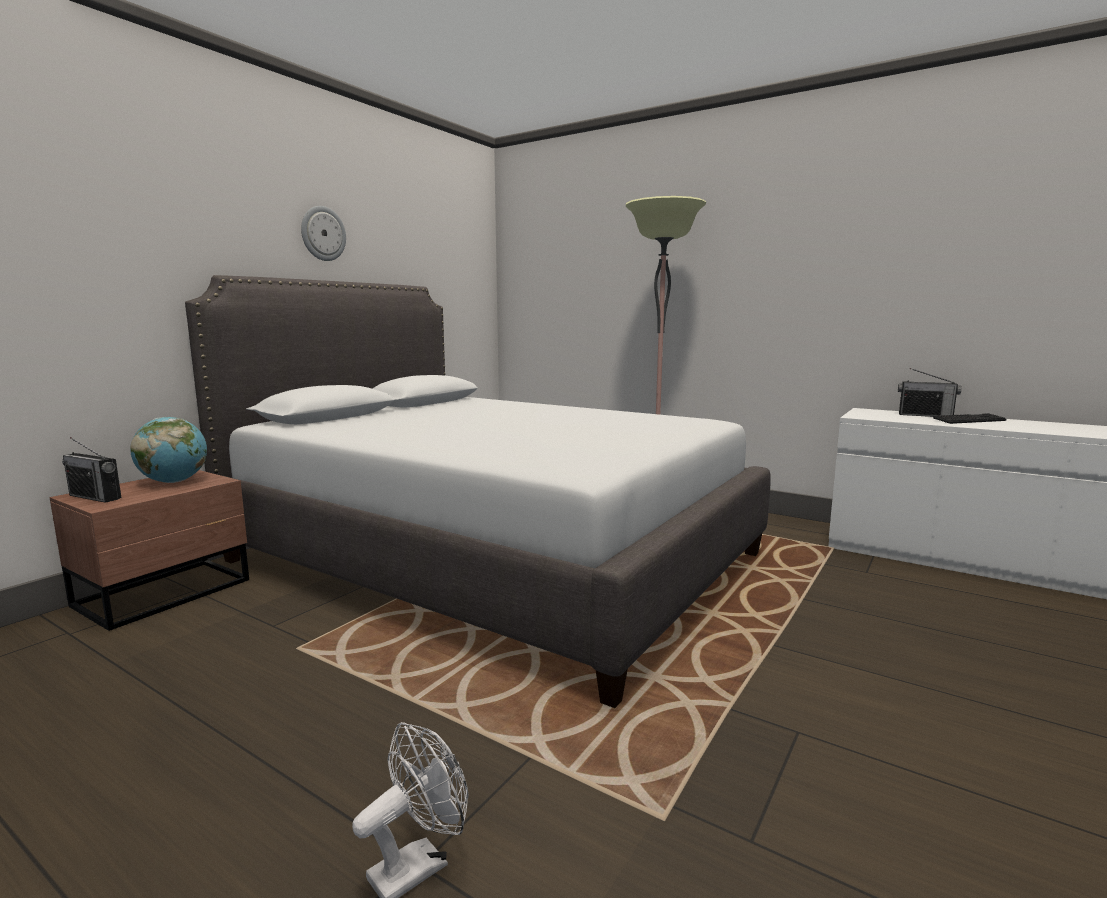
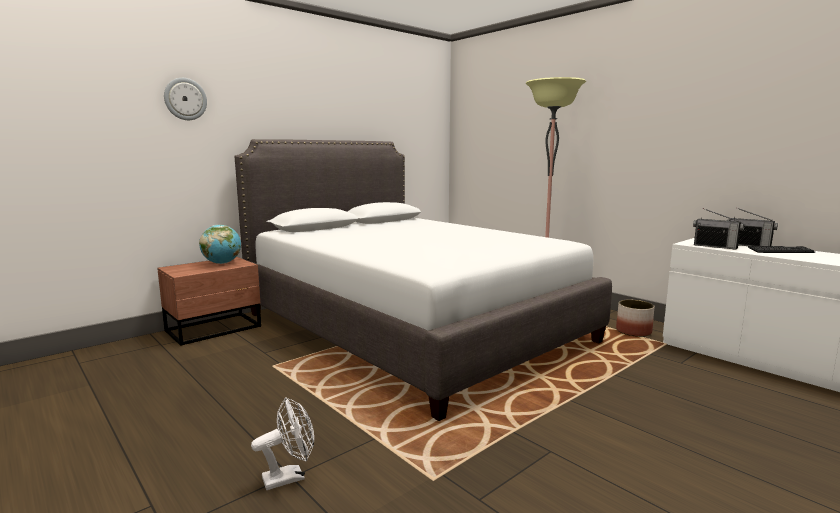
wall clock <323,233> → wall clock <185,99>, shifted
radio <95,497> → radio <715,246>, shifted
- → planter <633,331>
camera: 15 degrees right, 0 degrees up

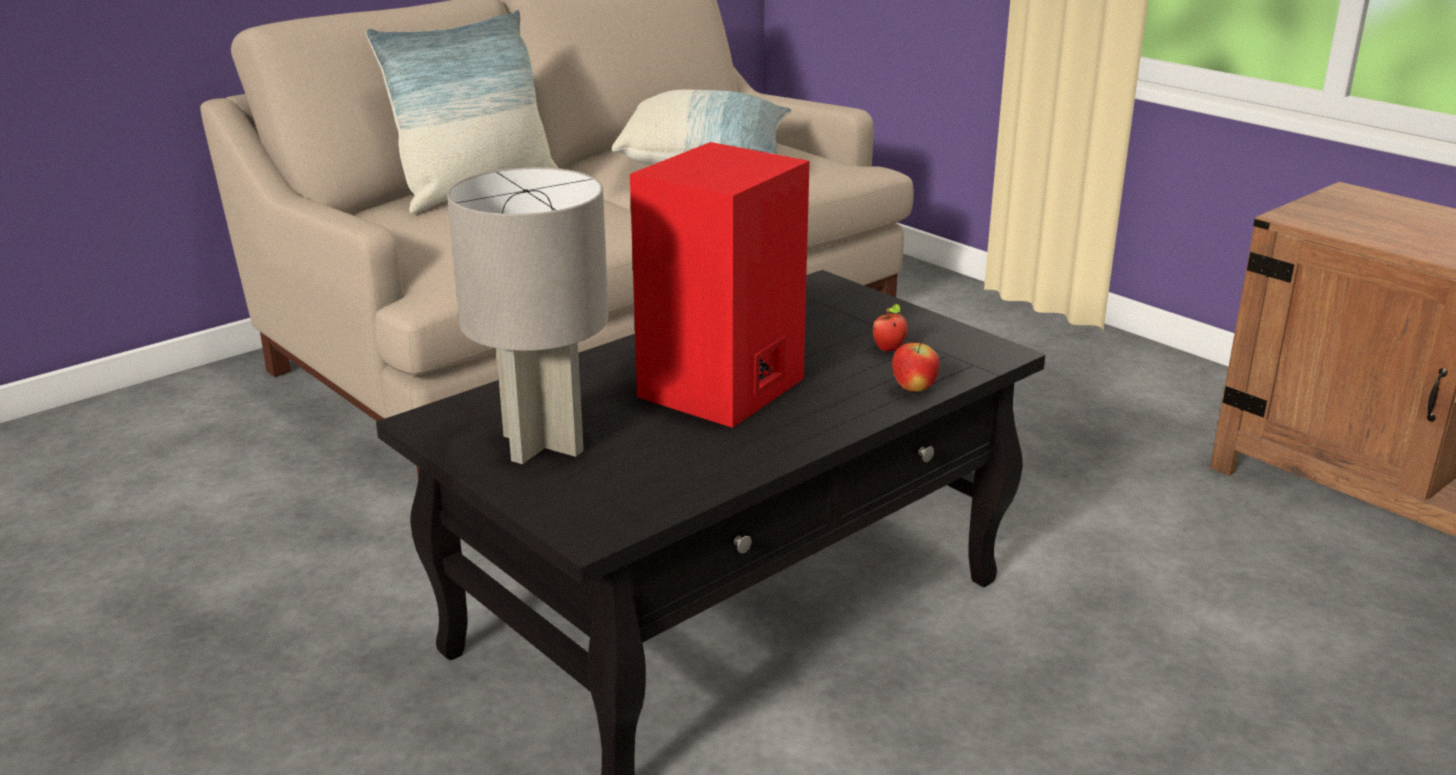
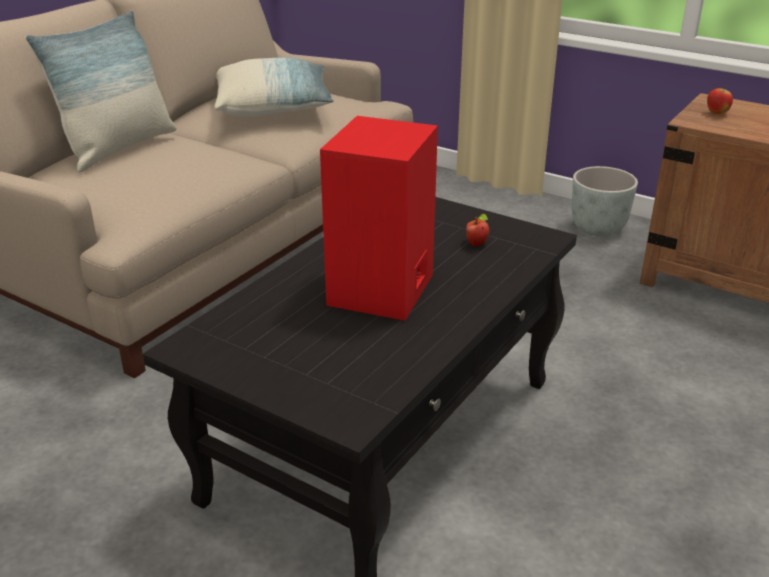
table lamp (grey) <543,444> → -
apple <914,389> → apple <717,113>, shifted
- → planter (grey) <598,229>
camera: 15 degrees left, 5 degrees up

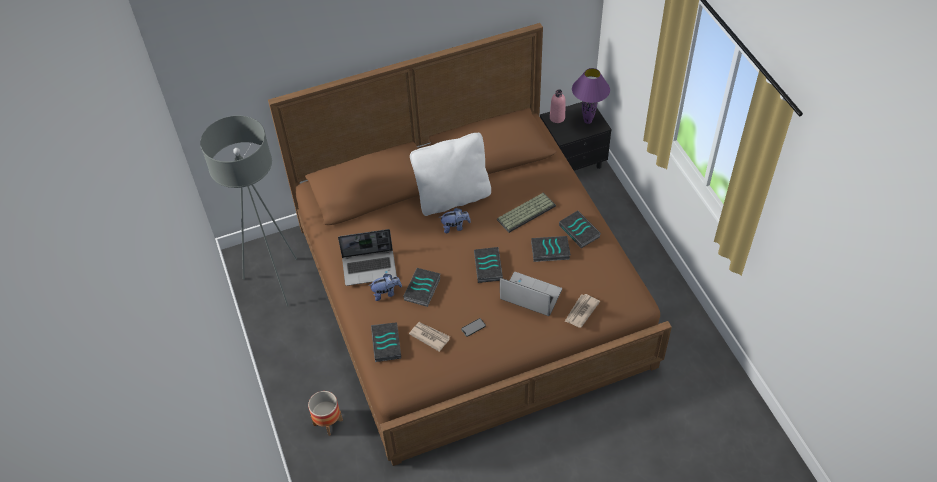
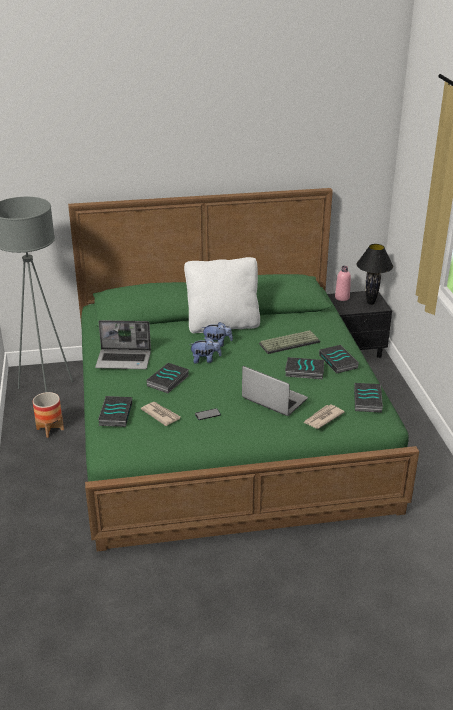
bed (brown) <470,293> → bed (green) <226,428>
table lamp (purple) <588,121> → table lamp (black) <371,303>
book <489,267> → book <368,401>, shifted
plush toy <386,293> → plush toy <205,360>, shifted
planter <328,422> → planter <50,429>, shifted
camera: 10 degrees right, 20 degrees down

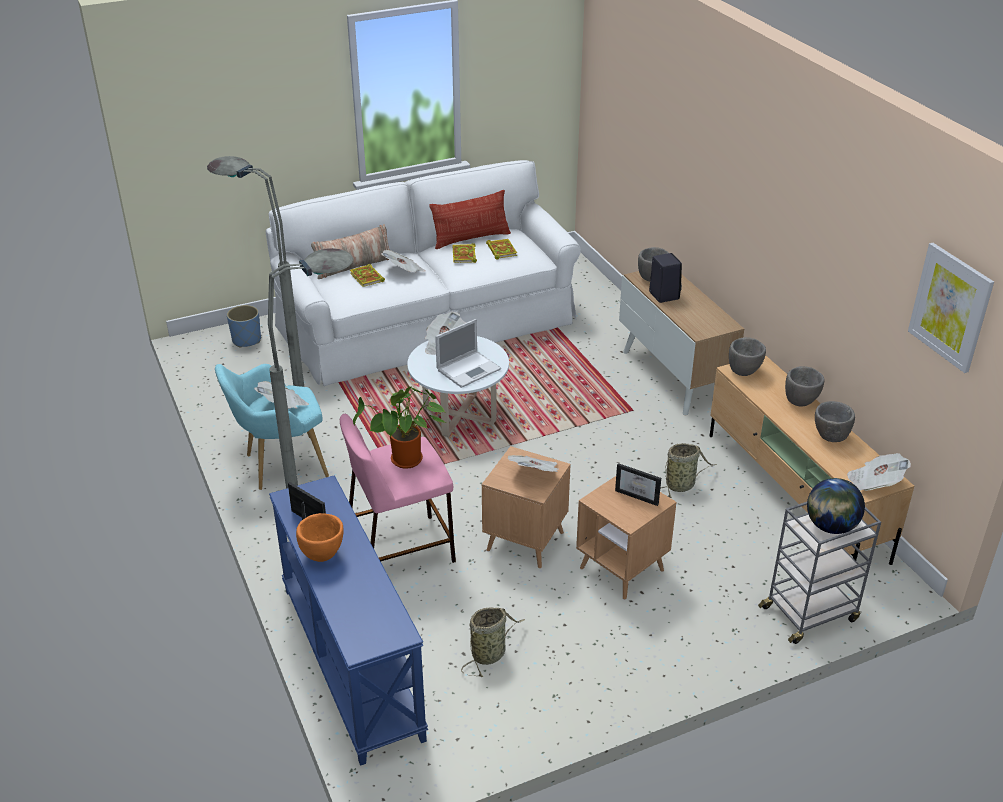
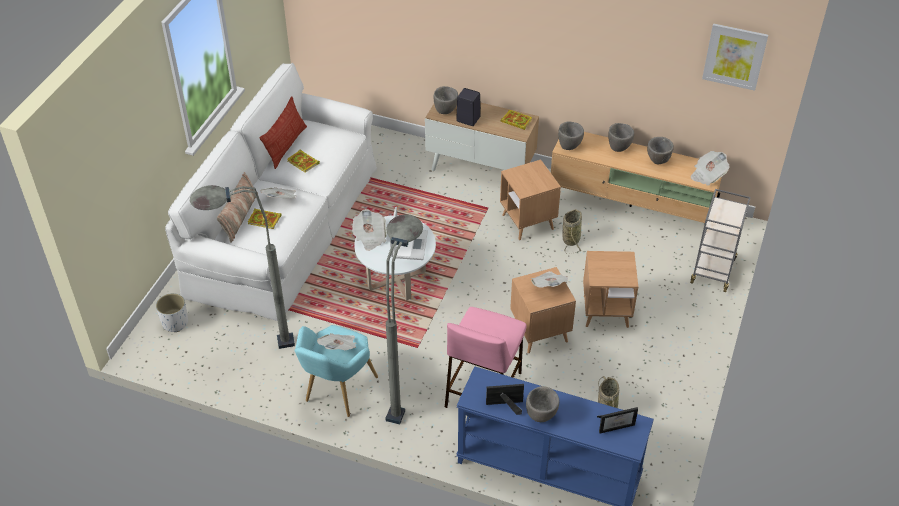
book <501,250> → book <515,121>, shifted
planter (blue) <247,340> → planter (white) <175,322>
potted plant <405,462> → -
picture frame <639,495> → picture frame <616,425>, shifted
globe <830,526> → -
bowl (orange) <322,555> → bowl (grey) <541,415>
- → side table (brown) <527,222>
camera: 45 degrees left, 10 degrees up

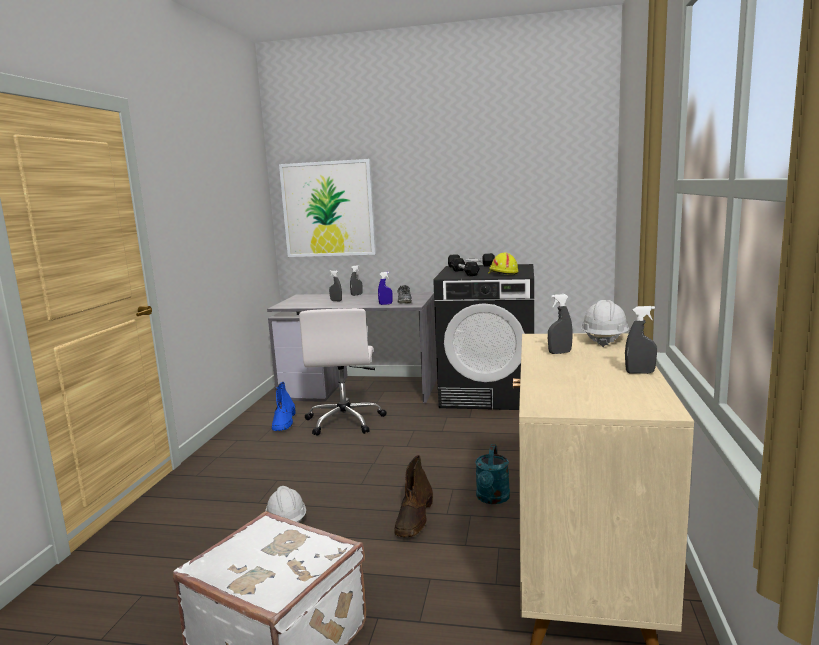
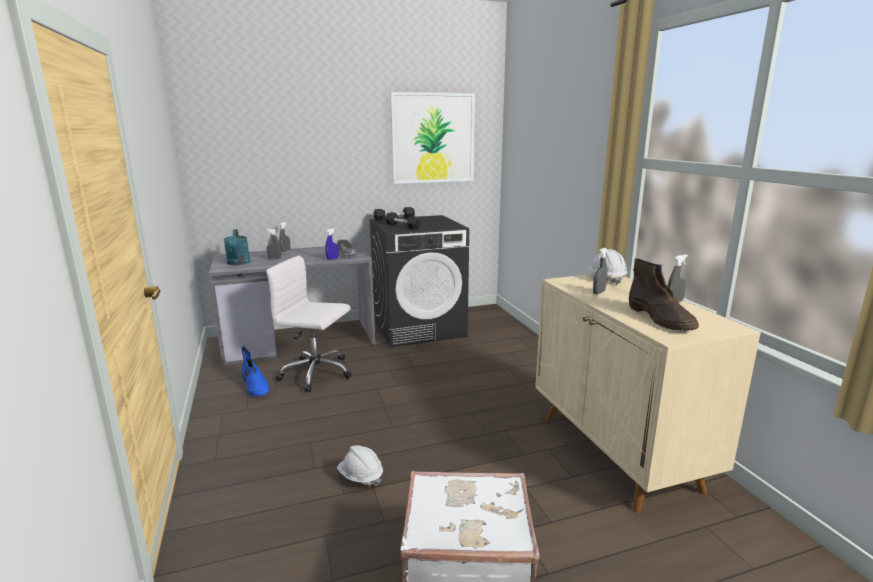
picture <328,209> → picture <433,138>, shifted
hard hat (yellow) <502,273> → -
office chair (white) <345,421> → office chair (white) <317,373>, 135 degrees clockwise
watering can (turquoise) <492,499> → watering can (turquoise) <238,263>, shifted
boot (brown) <414,518> → boot (brown) <660,319>, shifted
camera: 30 degrees left, 5 degrees up

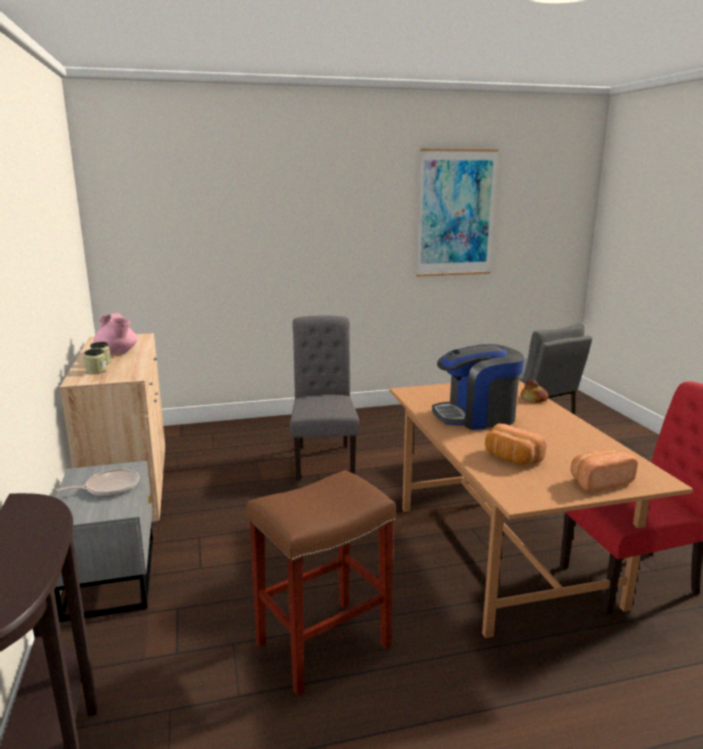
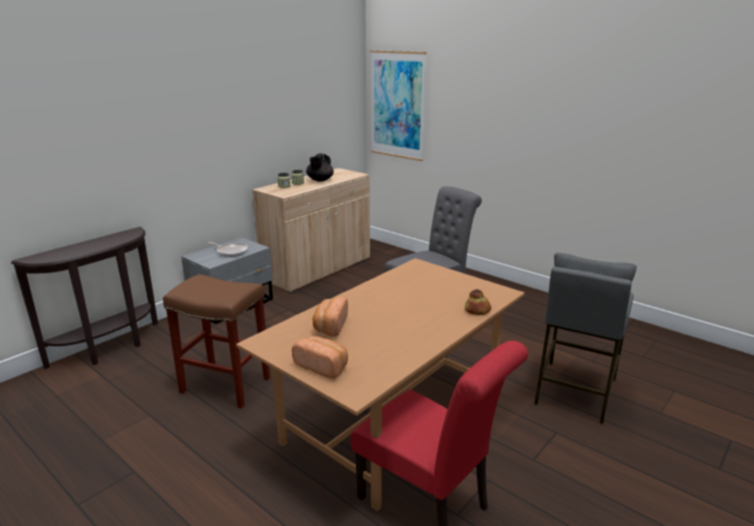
picture <455,213> → picture <397,105>, shifted
teapot (pink) <117,352> → teapot (black) <320,180>
coffee machine <476,416> → -
camera: 55 degrees right, 5 degrees up

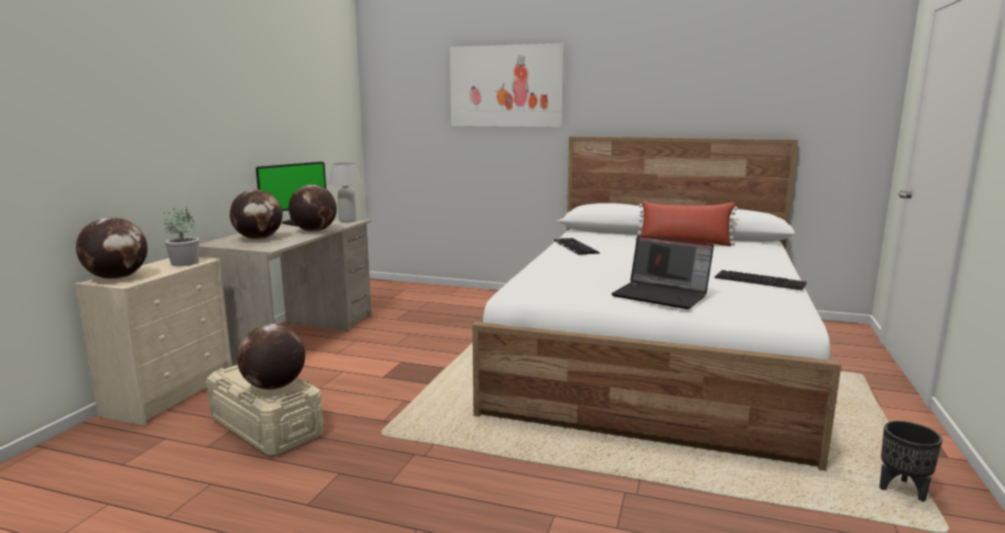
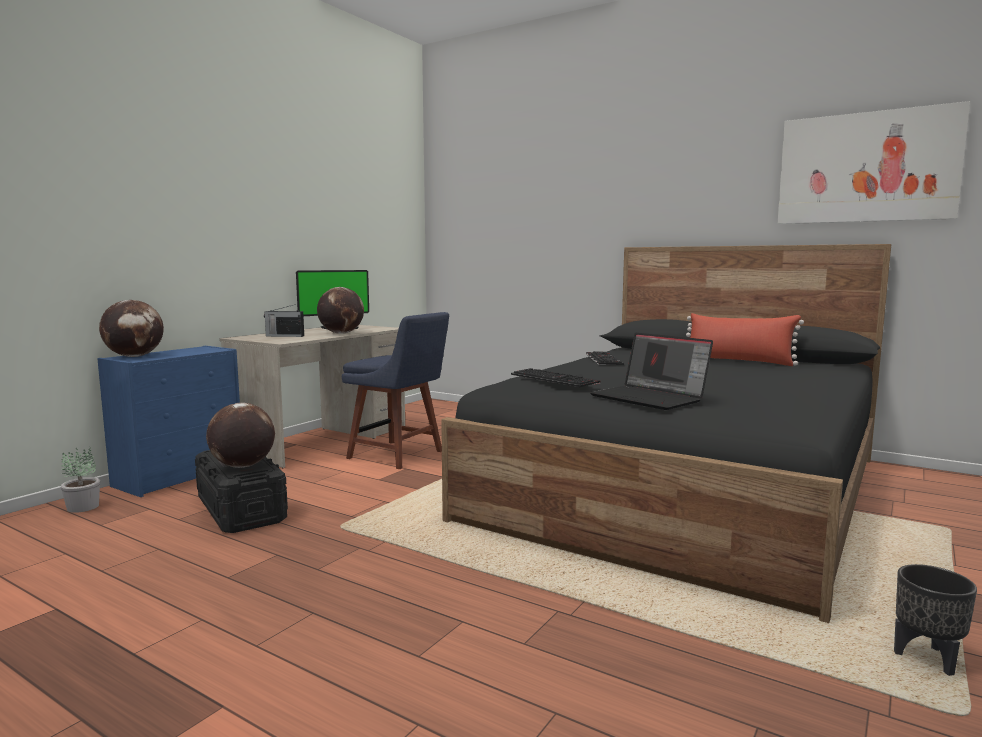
picture <506,86> → picture <866,167>, shifted
bed (white) <656,356> → bed (black) <687,487>
table lamp (white) <347,221> → -
globe <259,238> → radio <284,336>
potted plant <184,263> → potted plant <83,507>, shifted
dresser (beige) <171,394> → dresser (blue) <181,475>
keyboard <761,280> → keyboard <556,378>, shifted
storage box (beige) <266,426> → storage box (black) <241,509>
- → chair (blue) <399,455>
camera: 15 degrees right, 5 degrees down

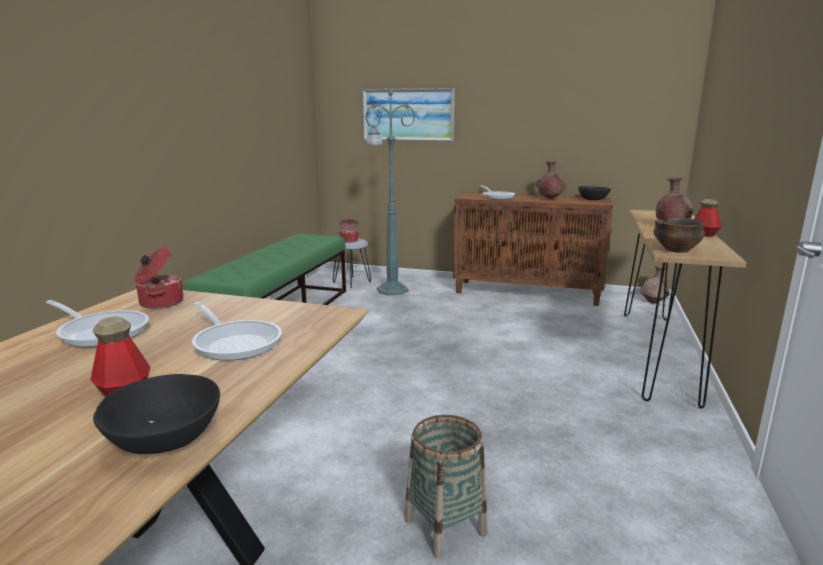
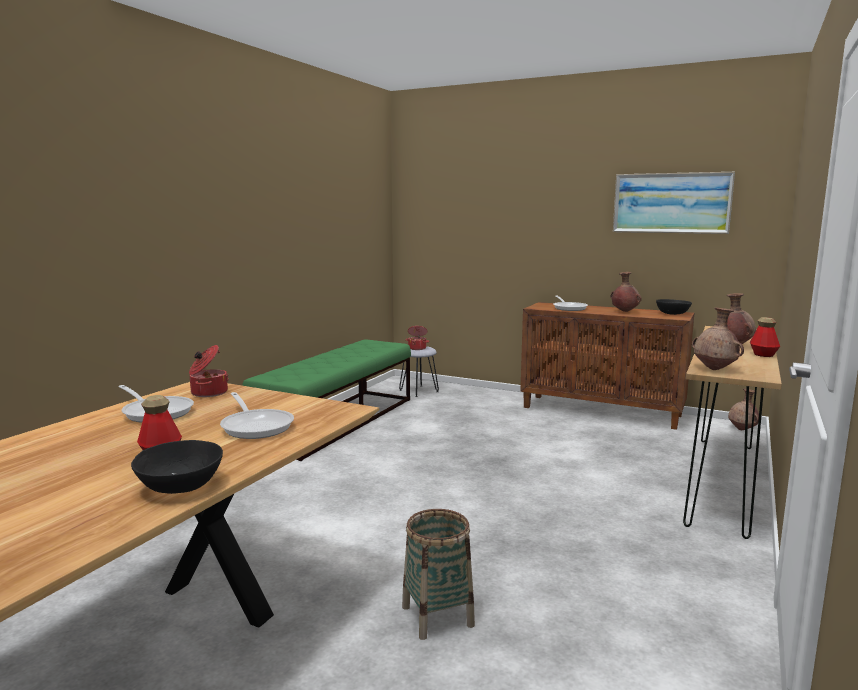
floor lamp (green) <390,290> → -
picture <408,115> → picture <671,203>, shifted
bowl <676,250> → vase (brown) <715,369>
camera: 10 degrees right, 5 degrees down

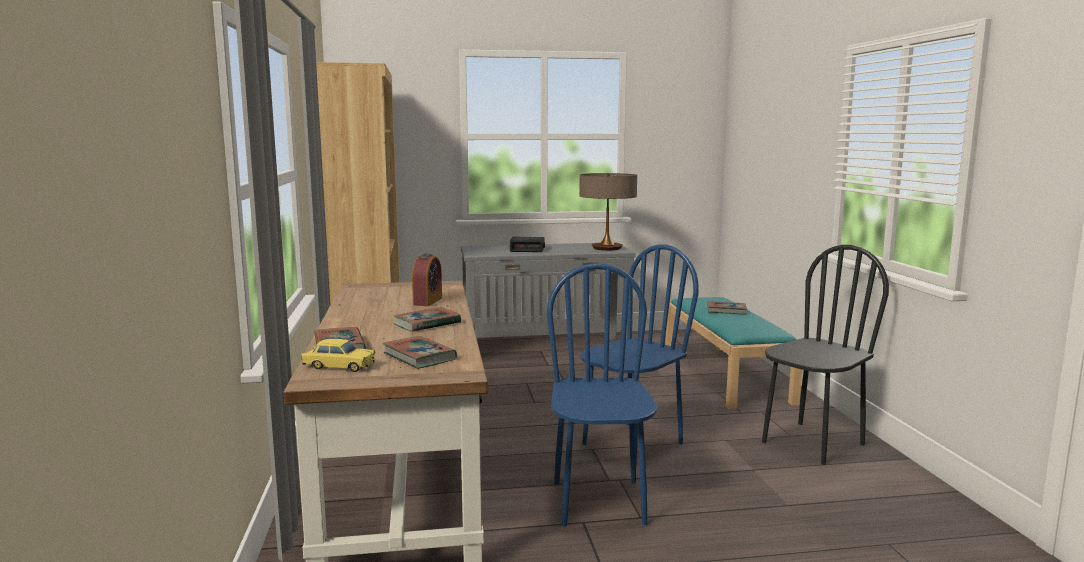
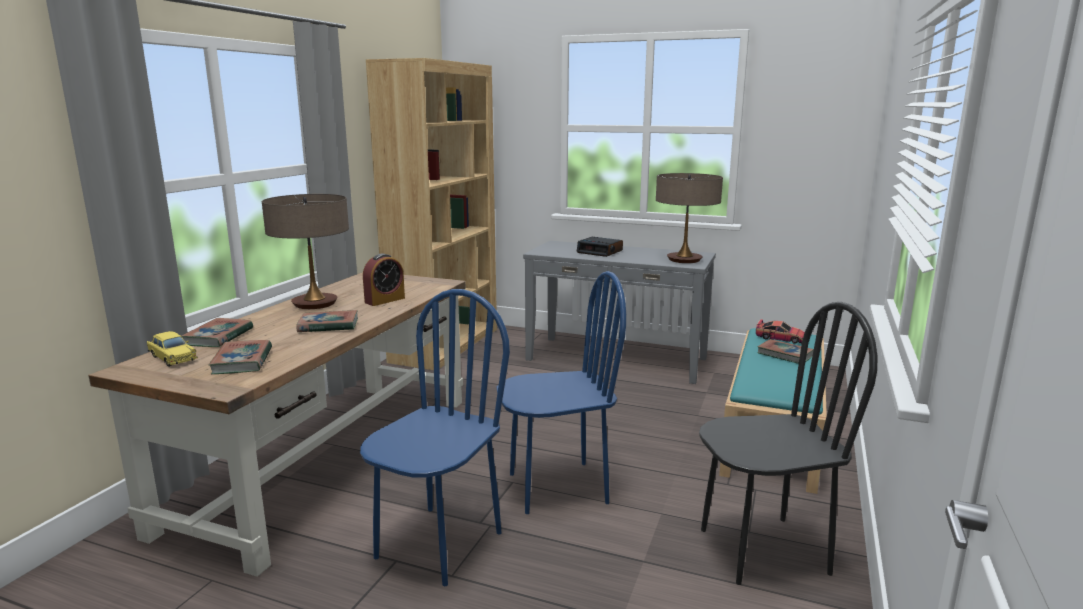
- → table lamp <314,304>
- → toy car <781,338>
camera: 30 degrees right, 5 degrees up

